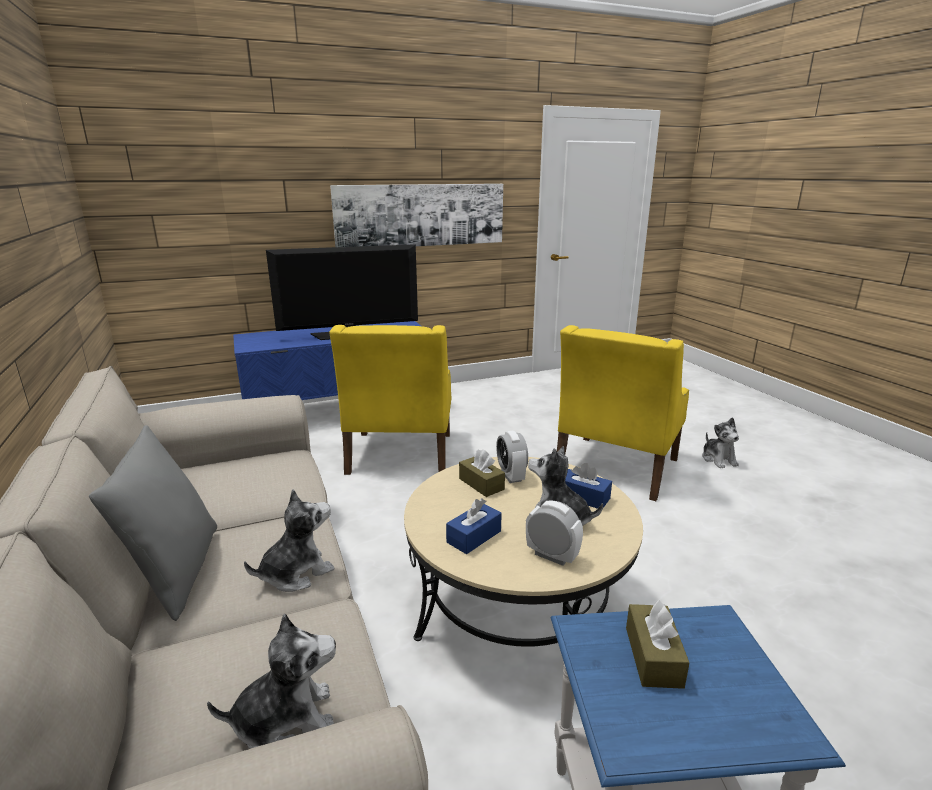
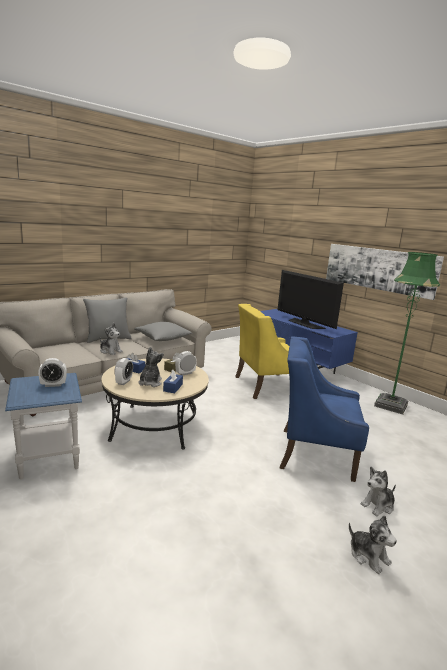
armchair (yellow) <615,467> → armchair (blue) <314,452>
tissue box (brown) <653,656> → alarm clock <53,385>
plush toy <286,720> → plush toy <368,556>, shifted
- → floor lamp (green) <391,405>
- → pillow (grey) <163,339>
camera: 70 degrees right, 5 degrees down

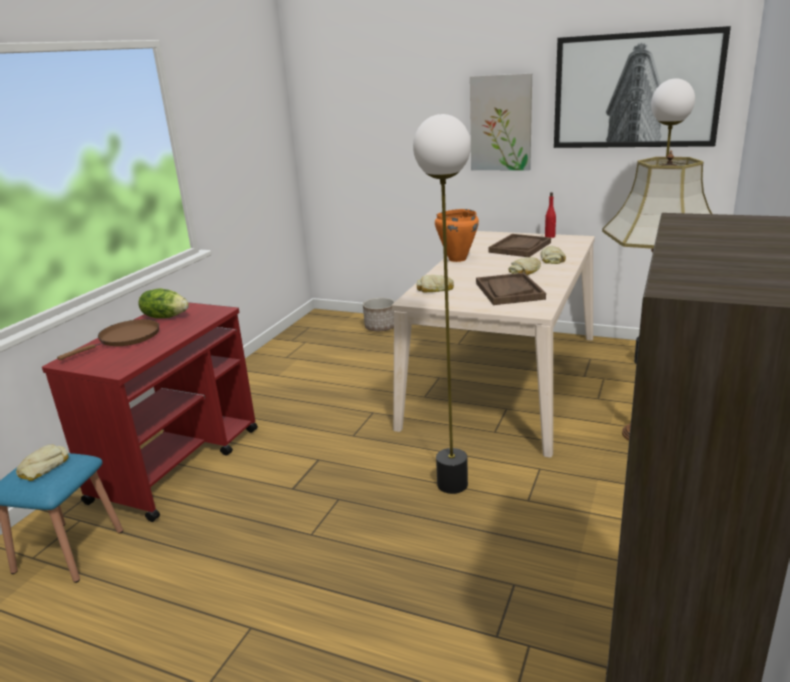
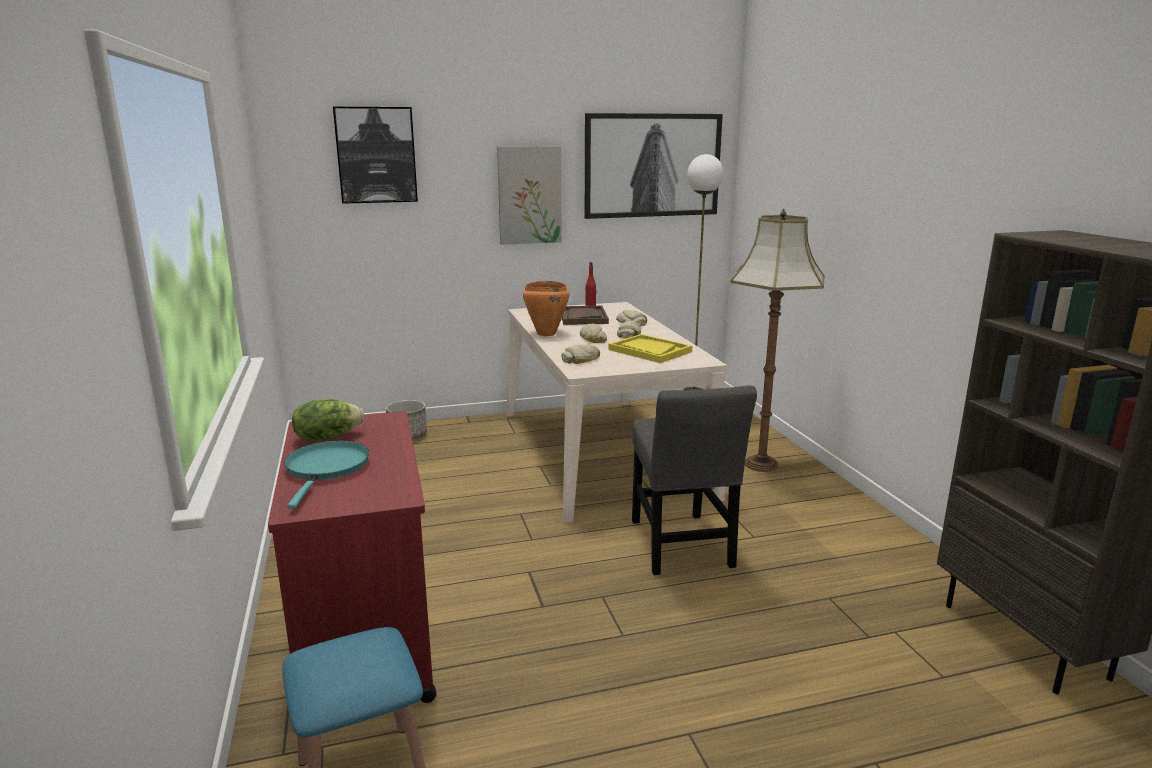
floor lamp <451,484> → chair (grey) <681,547>
tray (brown) <509,291> → tray (yellow) <649,351>
frying pan (brown) <126,338> → frying pan (turquoise) <326,468>
bread <43,467> → bread <593,338>, shifted
- → picture <376,155>
camera: 40 degrees left, 5 degrees down

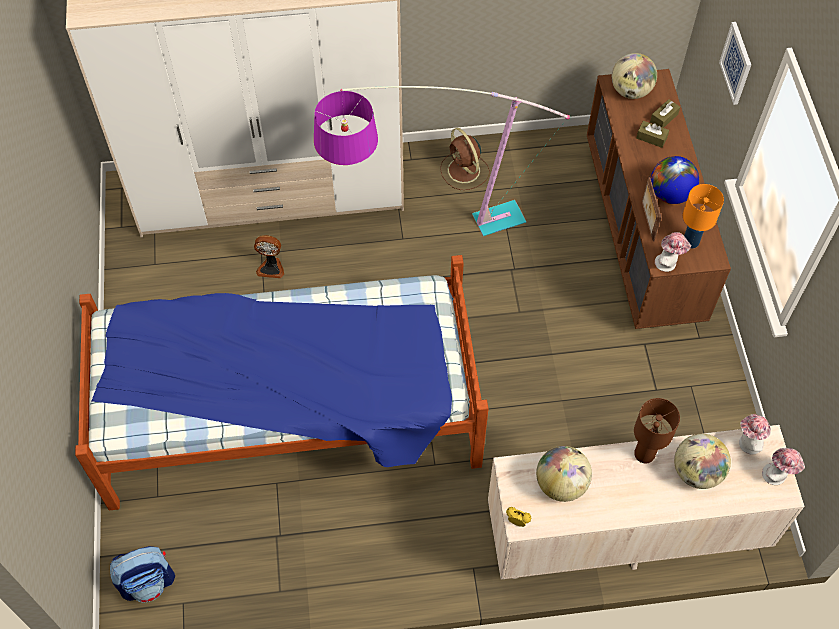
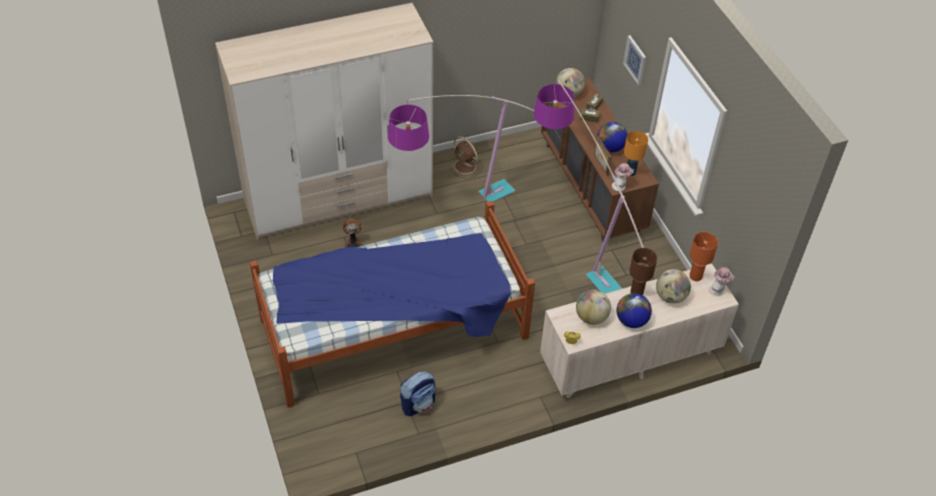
hat <747,444> → table lamp (orange) <696,276>
backpack <148,582> → backpack <418,404>, shifted
- → floor lamp <569,242>
- → globe <631,321>
camera: 15 degrees left, 10 degrees down

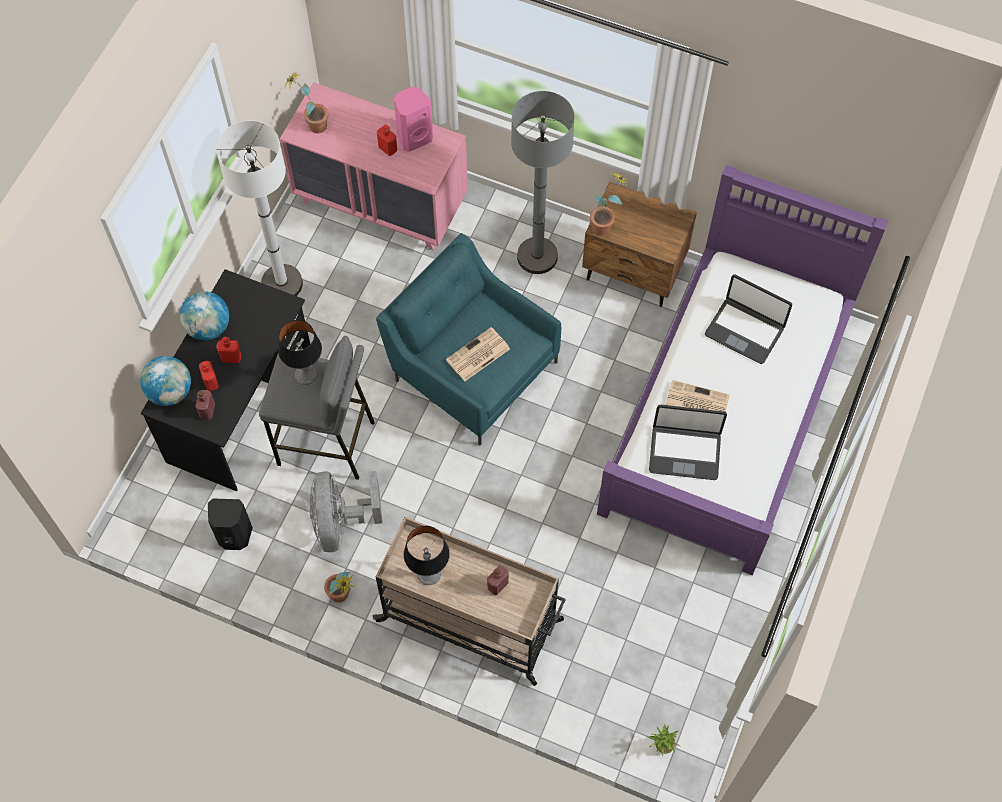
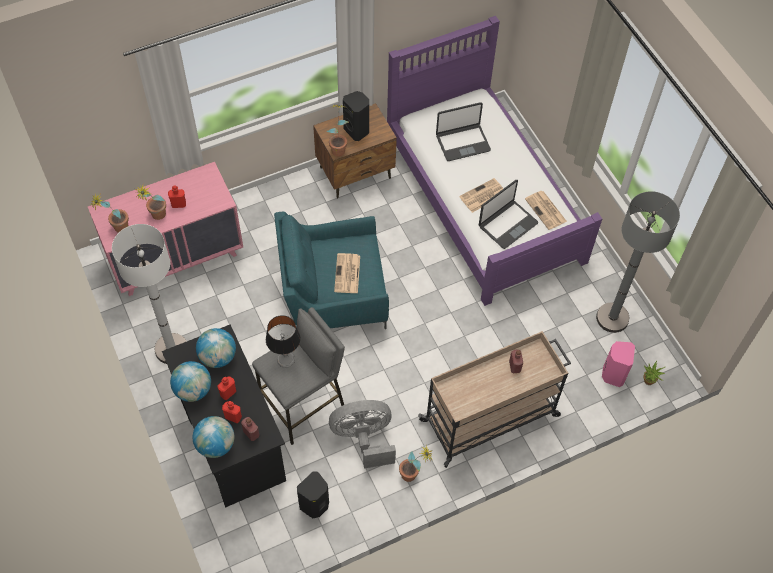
speaker (pink) <414,137> → speaker (pink) <613,374>, shifted
floor lamp (grey) <537,256> → floor lamp (grey) <612,318>, shifted
fan (grey) <341,522> → fan (grey) <364,438>, 135 degrees clockwise
table lamp <429,574> → -
- → speaker (black) <357,130>
- → potted plant <156,217>
- → newspaper <546,210>
- → globe <218,357>
camera: 50 degrees left, 5 degrees down

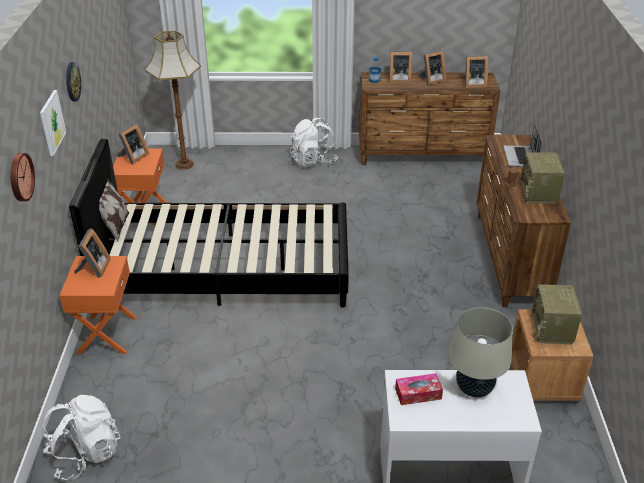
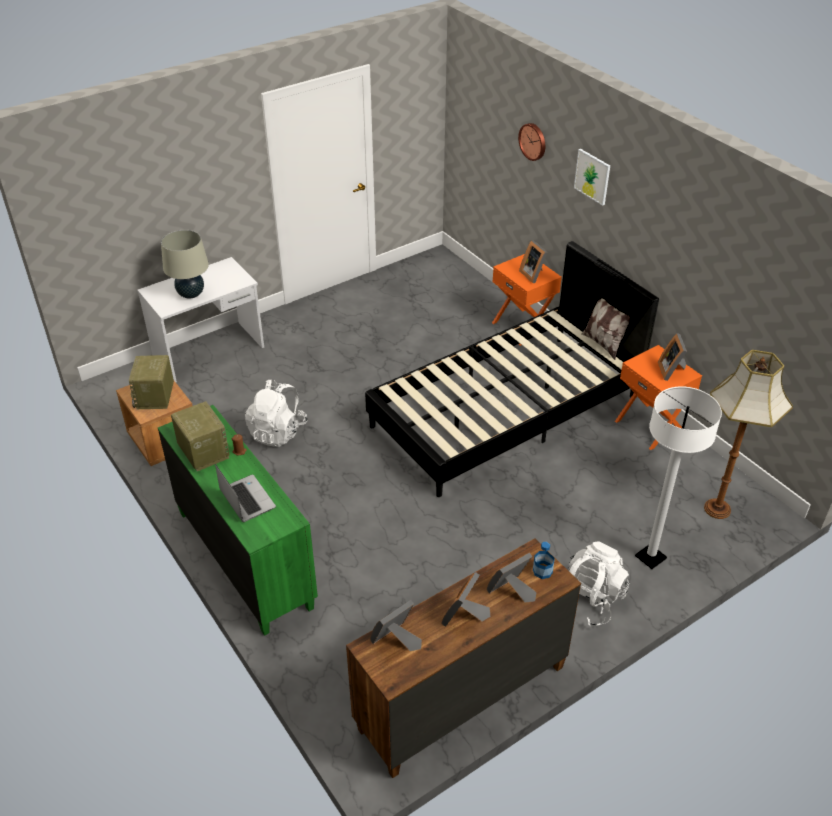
wall clock <72,81> → -
dresser (brown) <509,258> → dresser (green) <245,558>
radio <552,330> → radio <155,397>, 150 degrees counterclockwise
tissue box <418,394> → -
backpack (white) <85,454> → backpack (white) <277,432>, shifted
- → floor lamp (white) <650,557>
camera: 145 degrees right, 5 degrees up

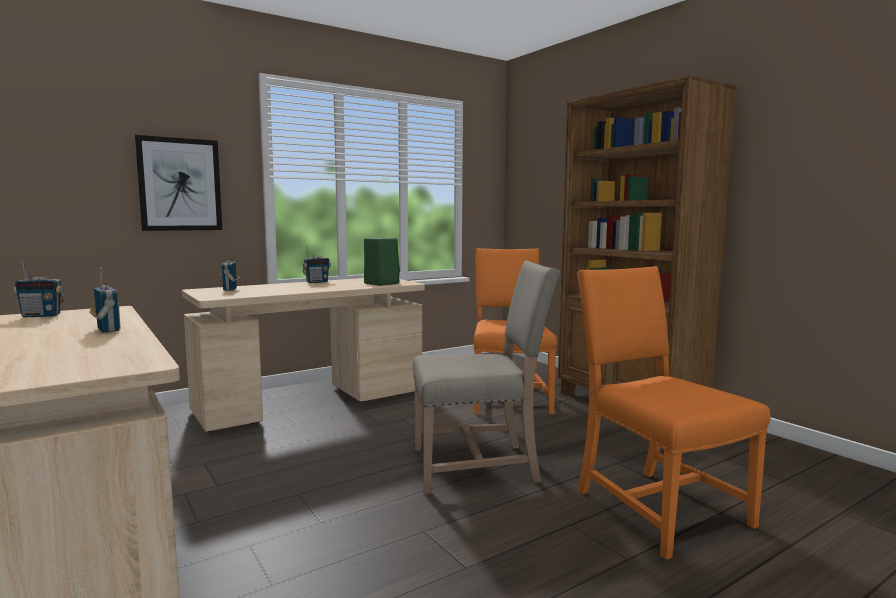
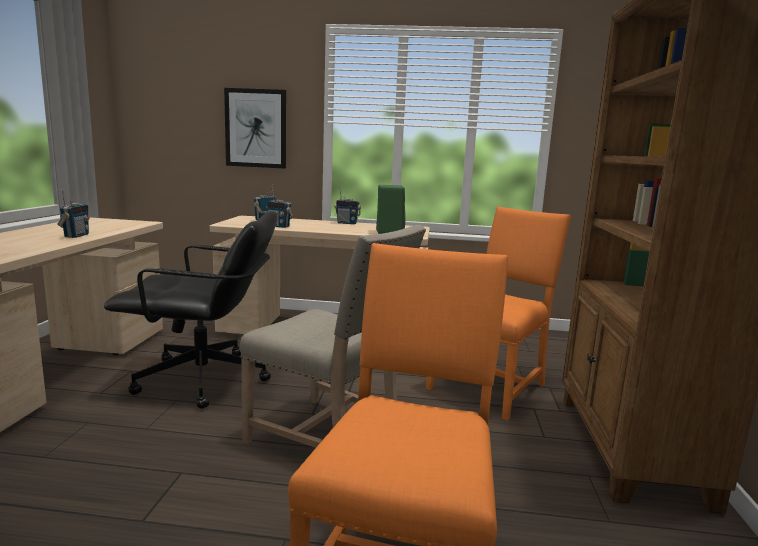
radio <41,316> → radio <279,226>, shifted
- → office chair (black) <204,380>
camera: 40 degrees right, 5 degrees up

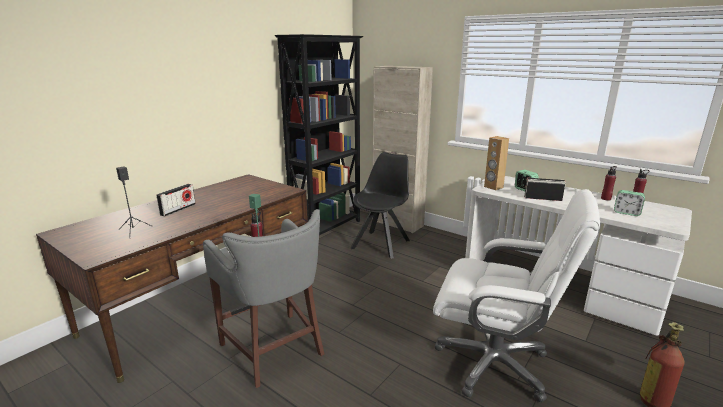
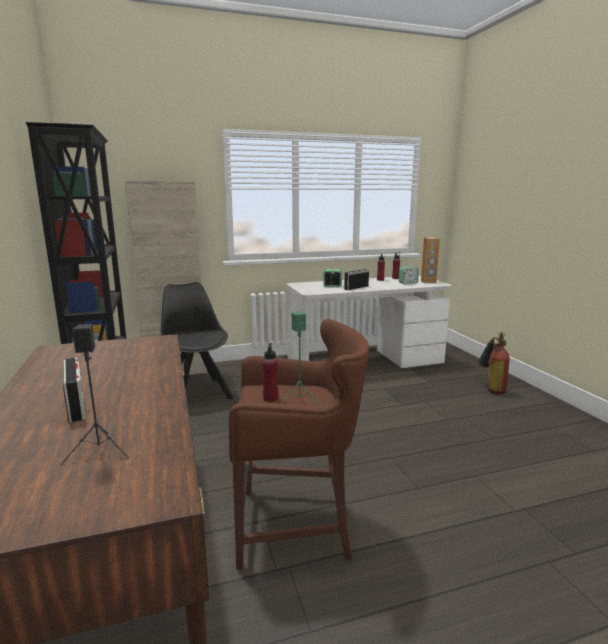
speaker (brown) <493,187> → speaker (brown) <428,282>, shifted
office chair (white) <494,363> → -
stool (grey) <274,350> → stool (brown) <298,524>
camera: 55 degrees left, 5 degrees down

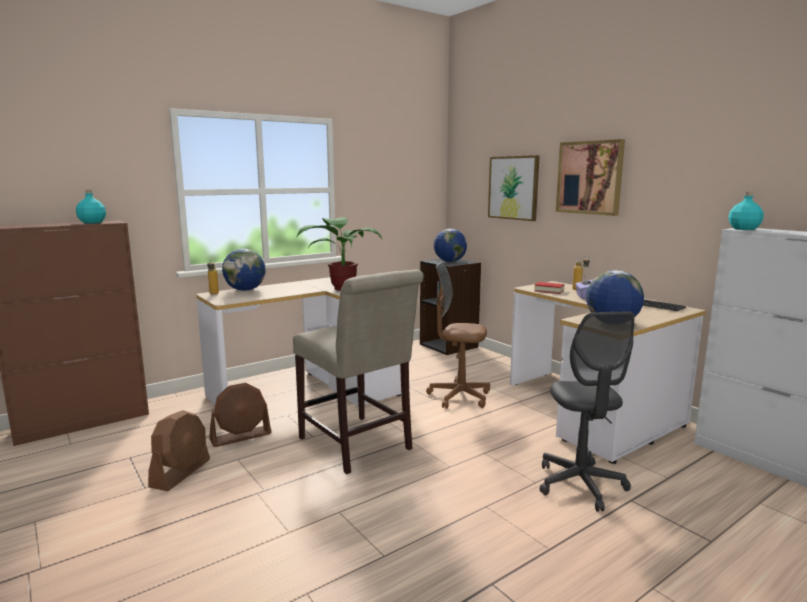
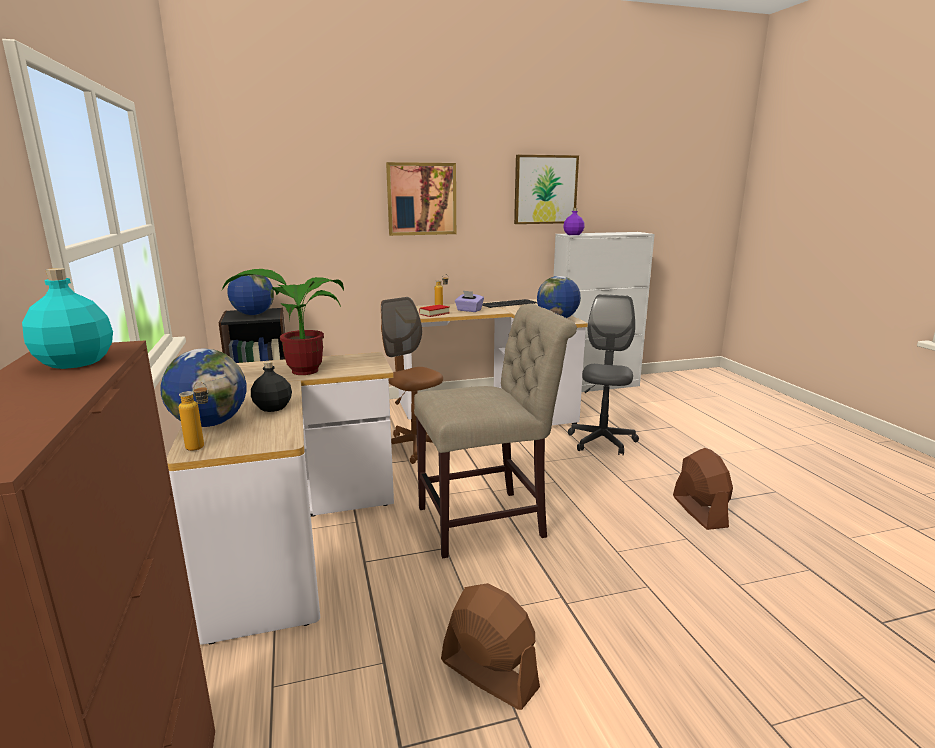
picture <513,187> → picture <545,189>, shifted
bottle (turquoise) <743,229> → bottle (purple) <573,234>
office chair (brown) <459,397> → office chair (brown) <414,447>, 105 degrees clockwise
office chair (grey) <580,485> → office chair (grey) <602,441>, 90 degrees counterclockwise
fan (brown) <241,436> → fan (brown) <699,511>, shifted
- → bottle (black) <272,408>
camera: 70 degrees left, 5 degrees up

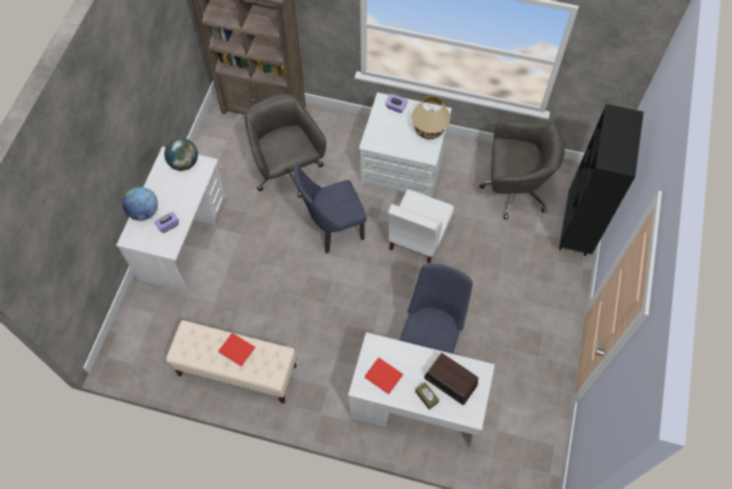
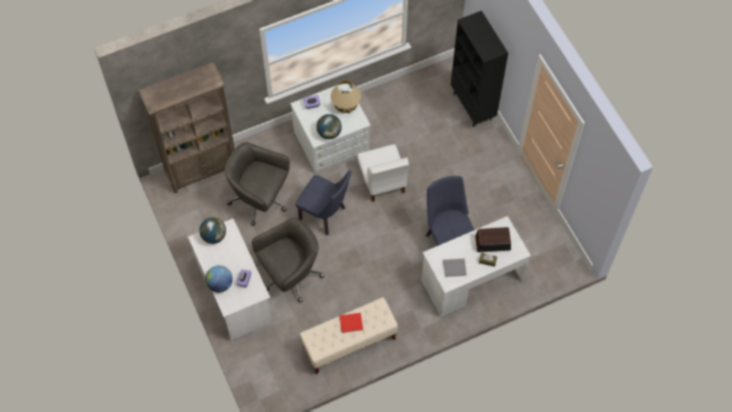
office chair (grey) <513,190> → office chair (grey) <290,275>, shifted
chair (blue) <332,230> → chair (blue) <326,216>, 90 degrees counterclockwise
book (red) <384,376> → book (grey) <455,268>
- → globe <329,133>
camera: 40 degrees left, 0 degrees up

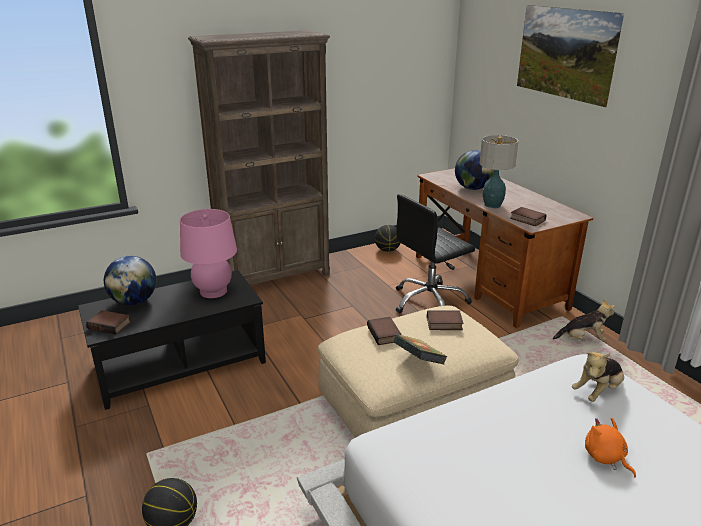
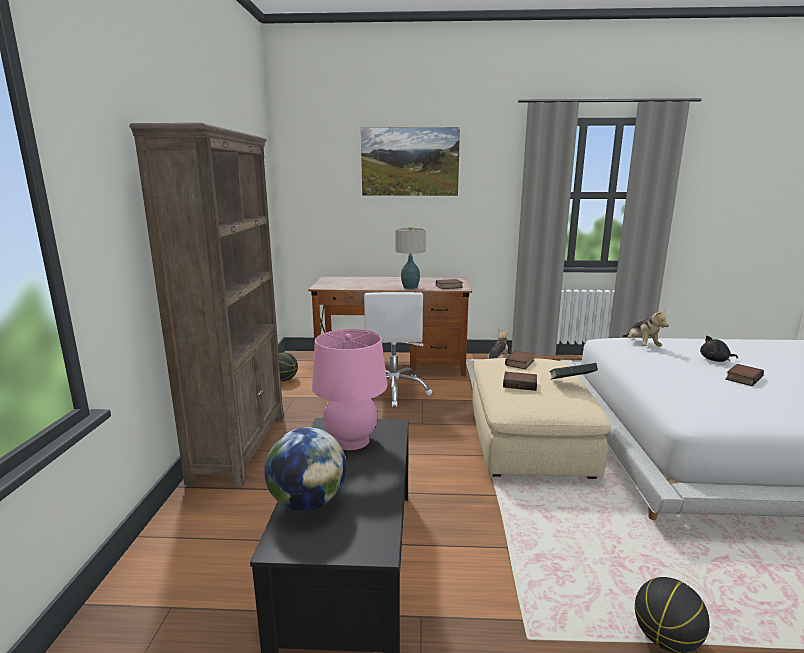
globe <472,188> → -
office chair (black) <430,302> → office chair (white) <394,390>
book <110,325> → book <742,378>, shifted
plush toy (orange) <605,458> → plush toy (black) <715,360>
camera: 60 degrees left, 10 degrees down

